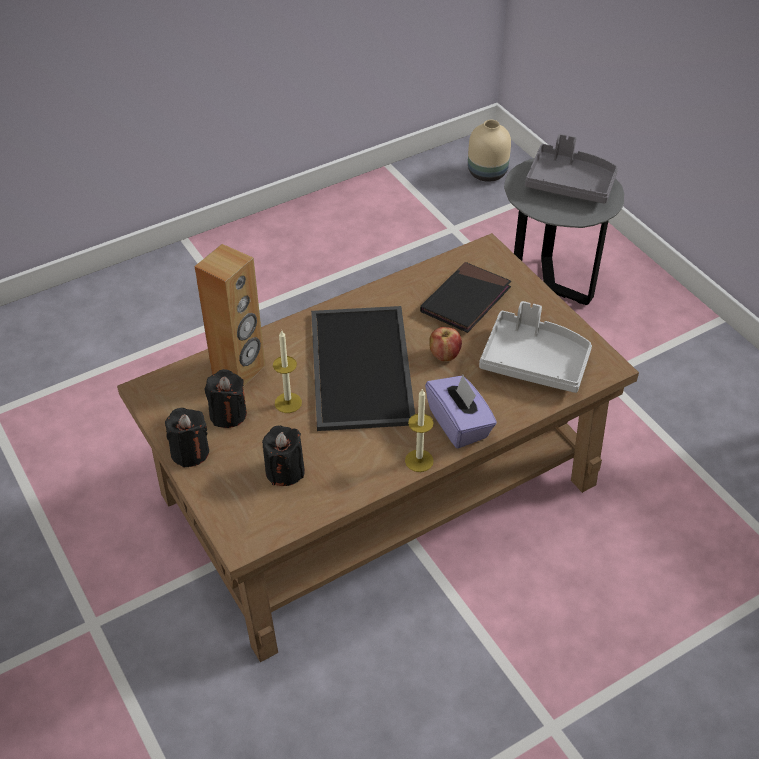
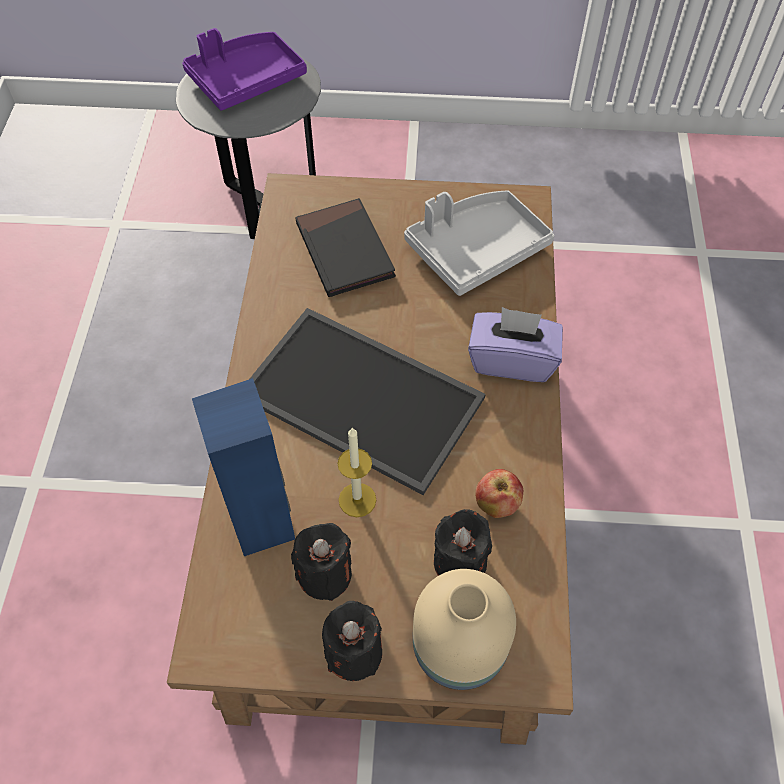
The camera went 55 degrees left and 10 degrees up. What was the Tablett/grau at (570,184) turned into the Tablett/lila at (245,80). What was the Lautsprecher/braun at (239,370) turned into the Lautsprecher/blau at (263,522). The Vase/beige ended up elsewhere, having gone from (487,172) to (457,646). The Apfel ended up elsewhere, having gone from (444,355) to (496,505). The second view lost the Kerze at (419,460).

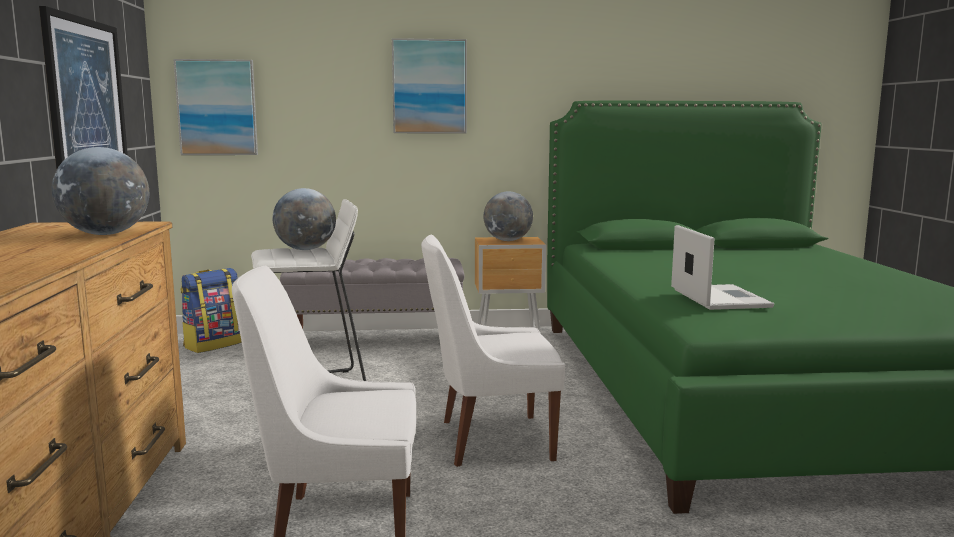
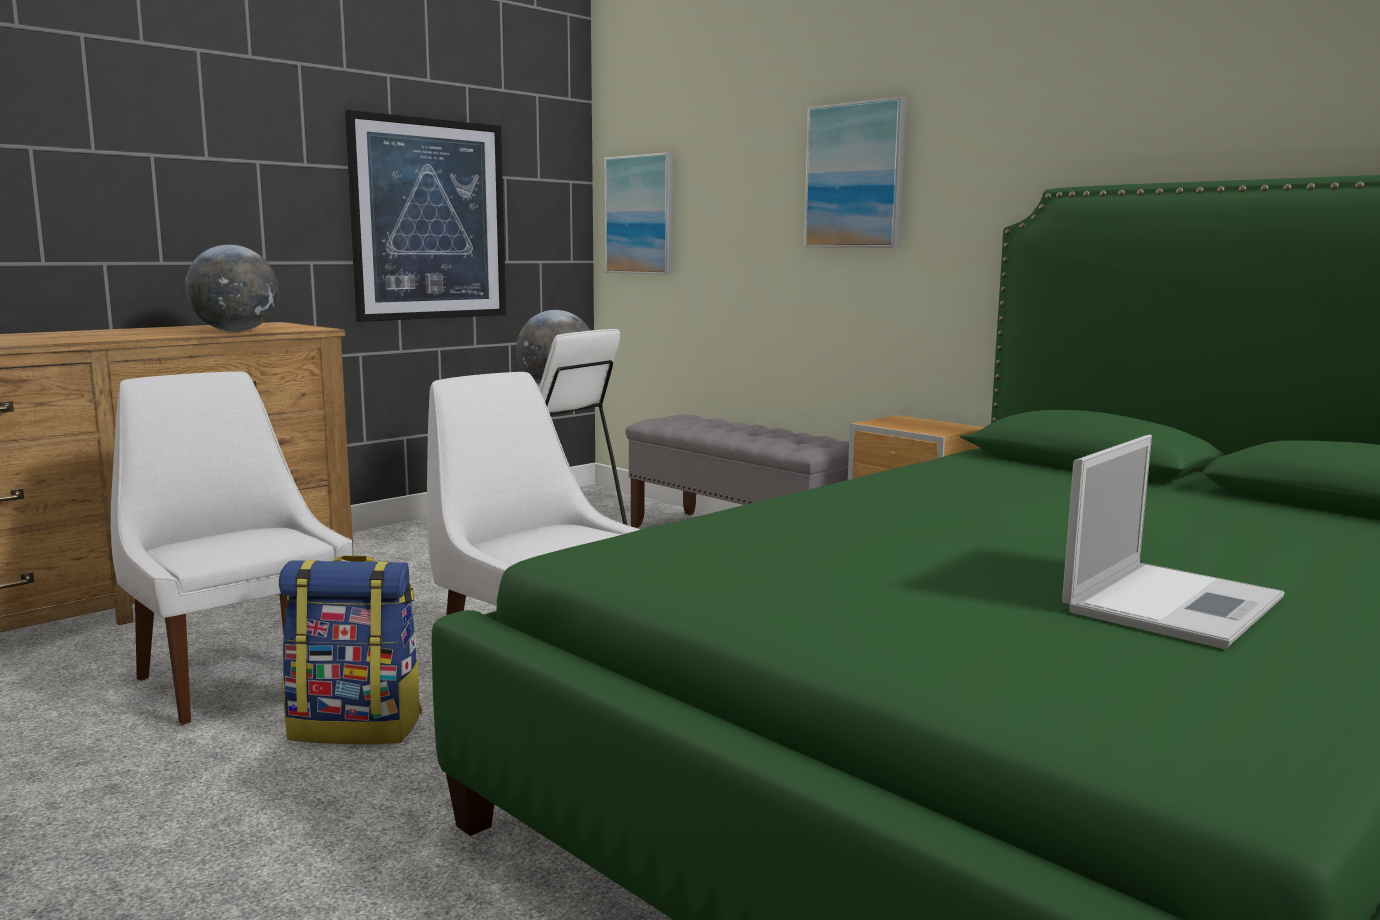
The camera went 50 degrees right and 0 degrees up. The Rucksack ended up elsewhere, having gone from (213,344) to (357,727). The Laptop ended up elsewhere, having gone from (718,298) to (1173,603). The second view lost the Globus at (507,240).

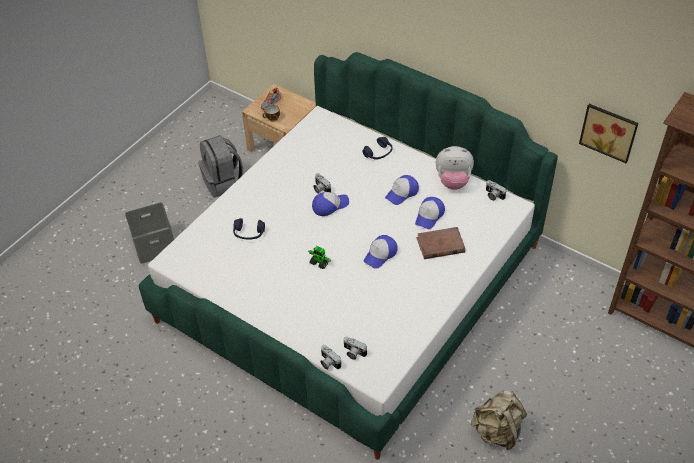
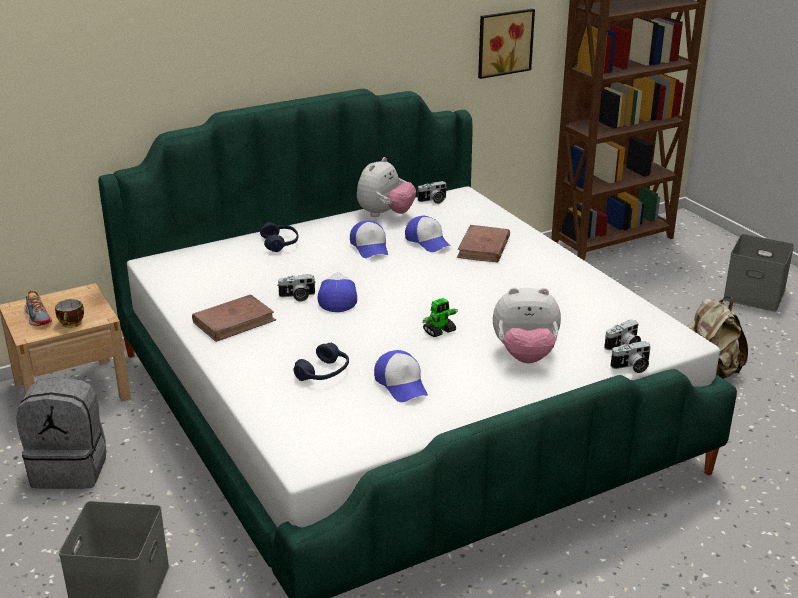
The camera went 65 degrees left and 20 degrees down. The second view gained the Buch/braun at (234,321). The Kappe ended up elsewhere, having gone from (380,254) to (401,384). The second view gained the Plüschtier at (525,356). The second view gained the Aufbewahrungsbox/grau at (755,294).

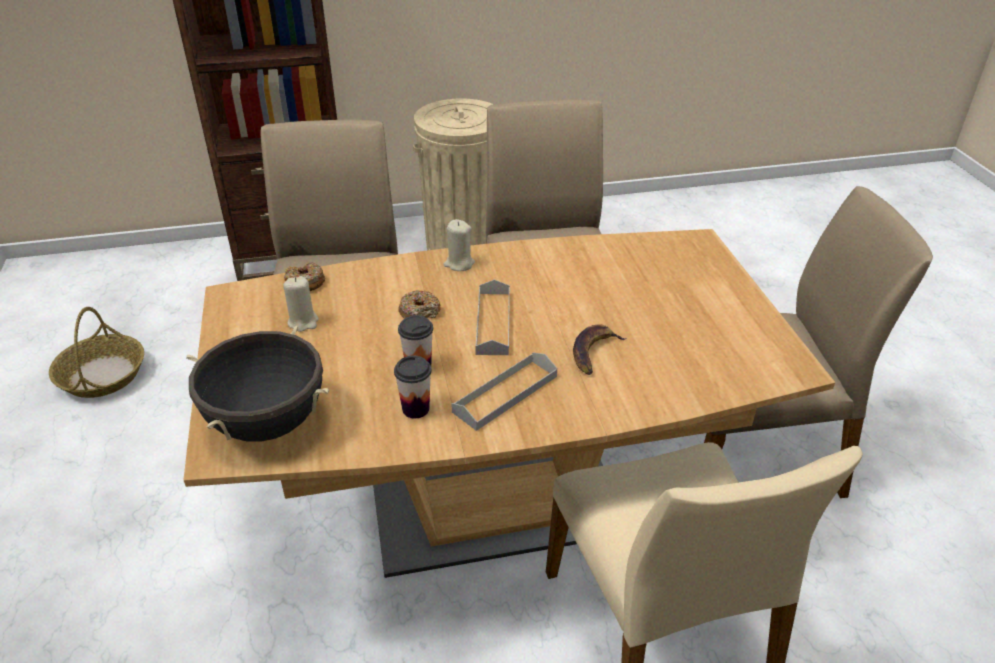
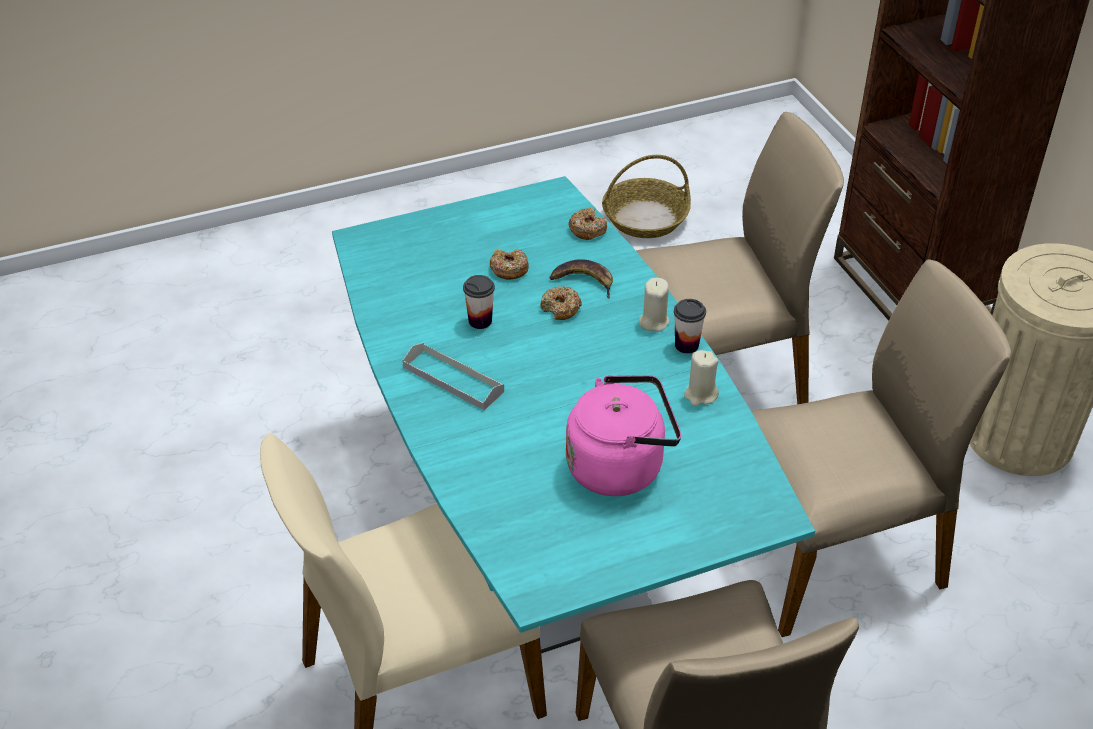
The camera went 80 degrees right and 5 degrees up. What was the Esstisch/braun at (497,509) turned into the Esstisch/türkis at (546,540). The second view gained the Donut at (509,269). The Banane ended up elsewhere, having gone from (594,352) to (584,281). The second view gained the Wasserkessel/rosa at (620,466). The Tasse ended up elsewhere, having gone from (415,409) to (686,345). The Kerze/beige ended up elsewhere, having gone from (303,322) to (700,395). The second view lost the Kochtopf/schwarz at (267,423). The second view lost the Tablett/grau at (493,322).

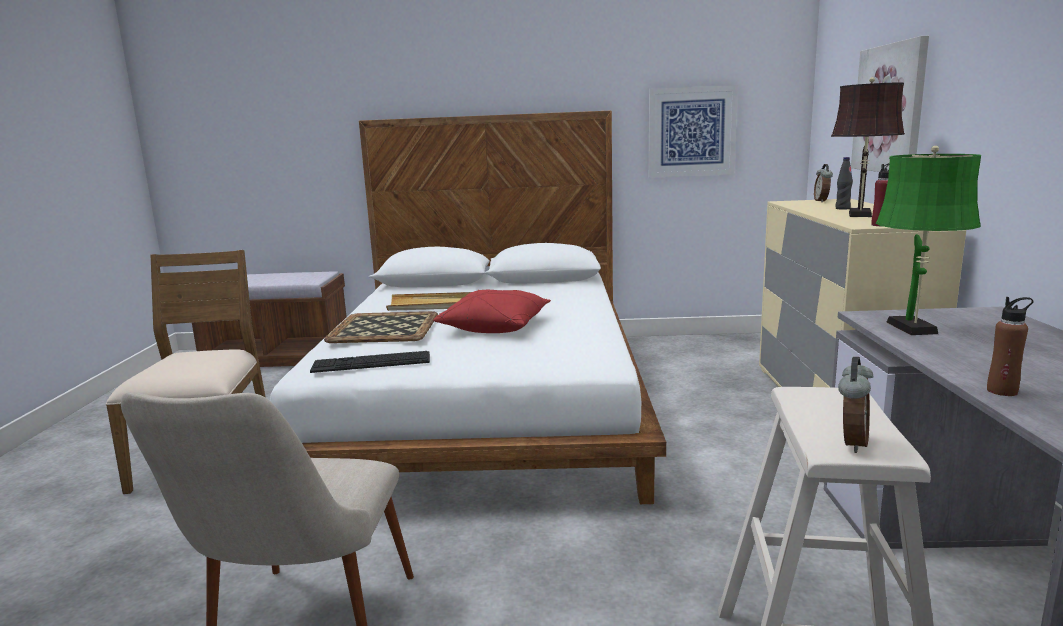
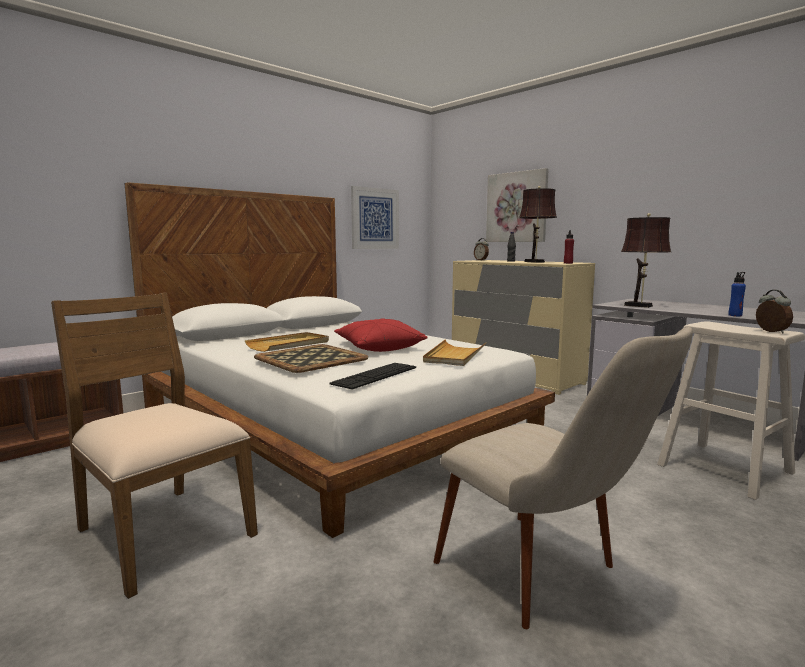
The camera went 45 degrees left and 5 degrees down. The second view gained the Tablett/beige at (454,356). What was the Tischlampe/grün at (914,329) turned into the Tischlampe/braun at (641,306). What was the Flasche/braun at (1002,391) turned into the Flasche/blau at (735,315).

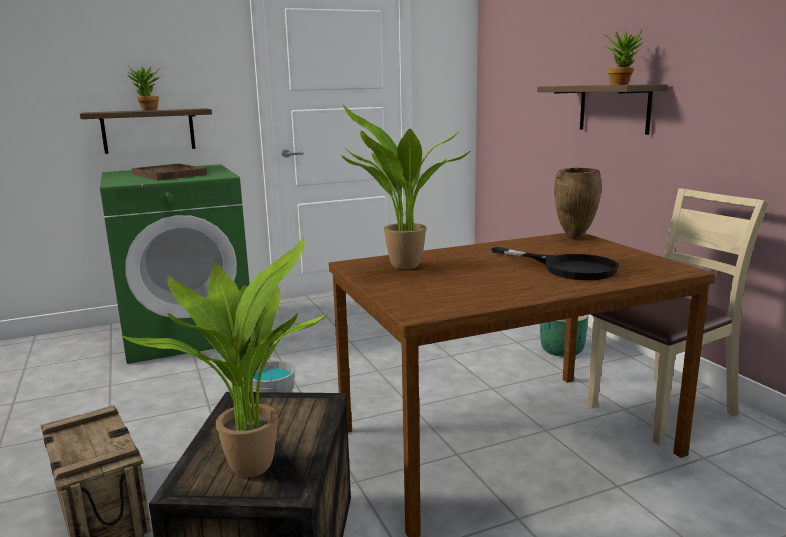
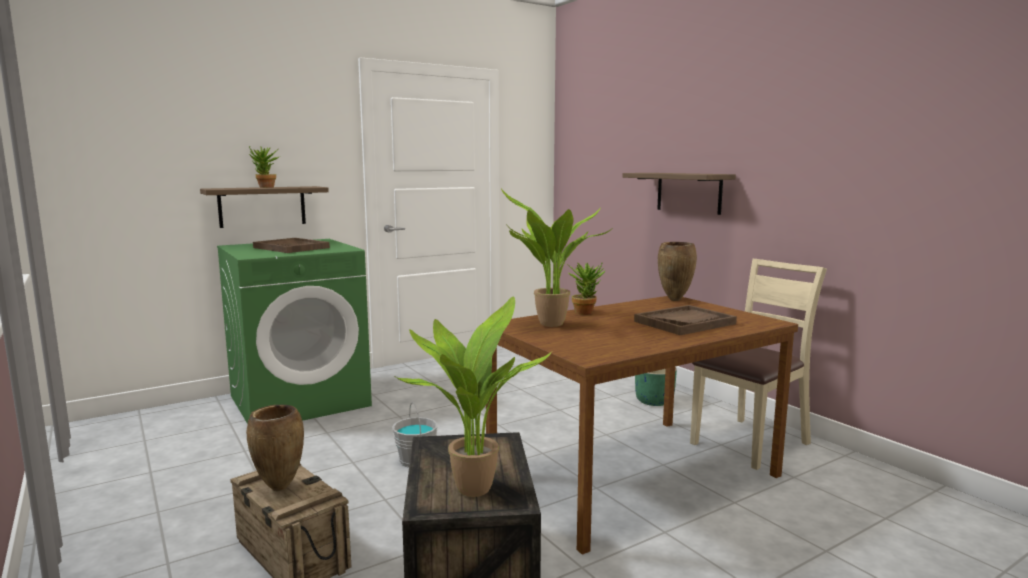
The camera went 10 degrees left and 5 degrees down. The second view gained the Vase/braun at (279,489). The Topfpflanze ended up elsewhere, having gone from (621,84) to (585,312). Where the Pfanne/schwarz stood at (567,268), the Tablett/braun came to stand at (684,322).

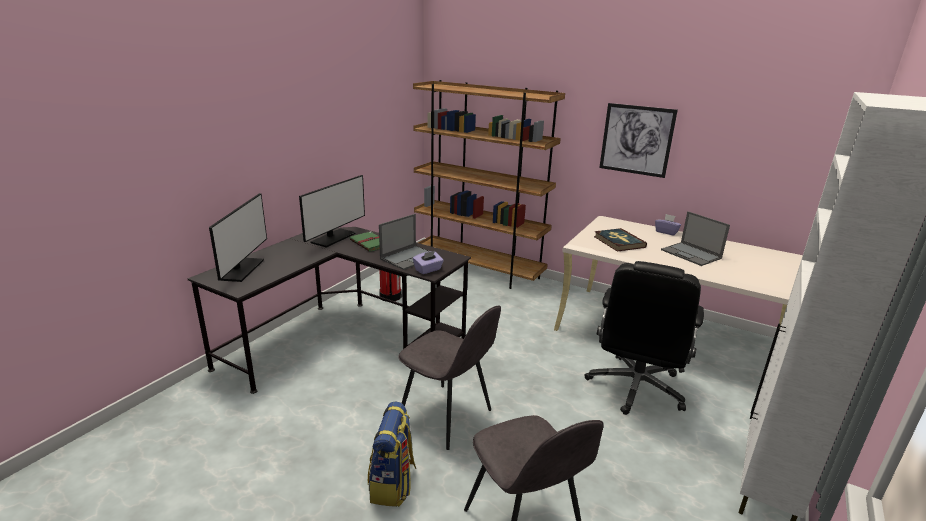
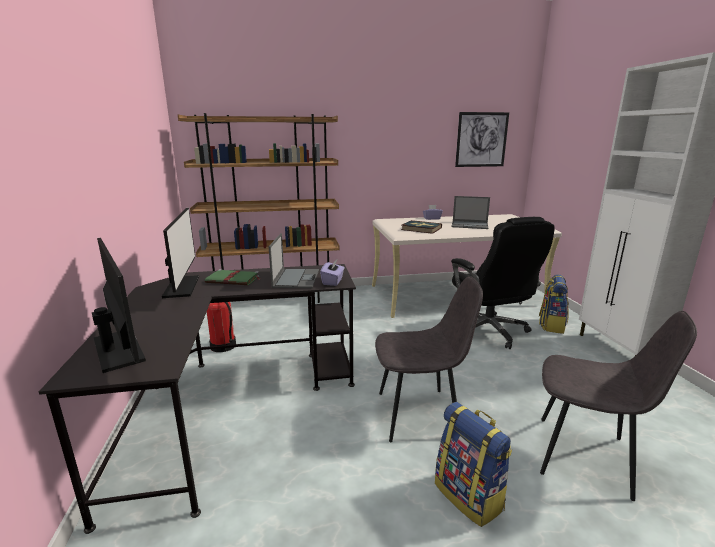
The camera went 40 degrees left and 5 degrees down. The Bild ended up elsewhere, having gone from (636,140) to (481,139). The second view gained the Rucksack at (551,325).

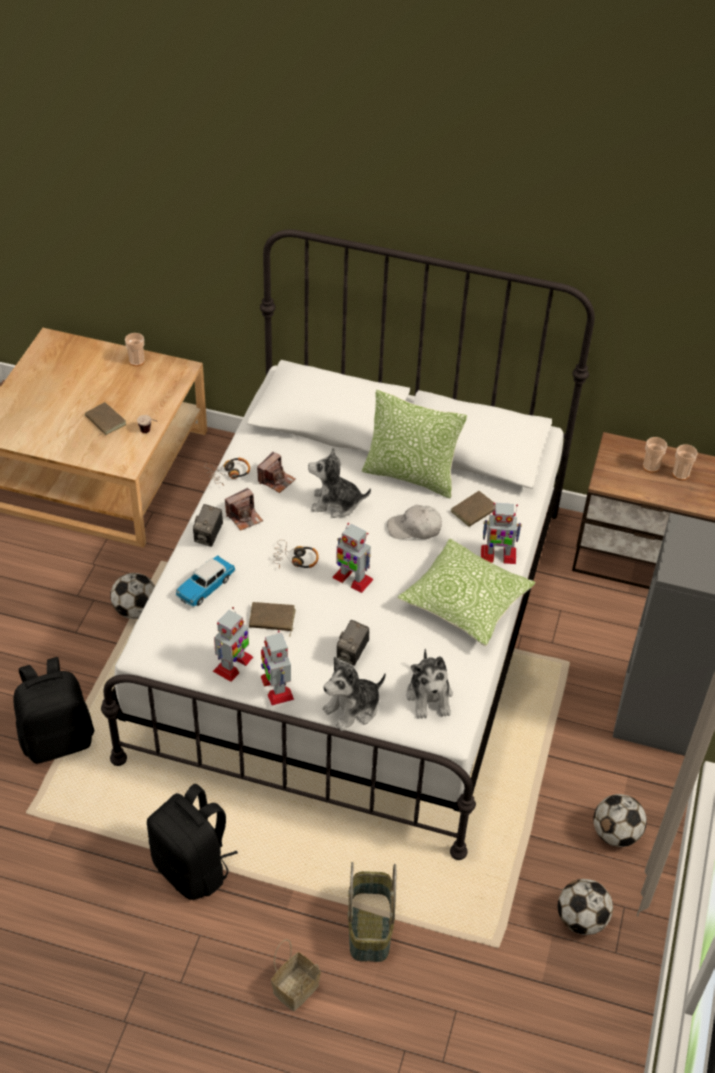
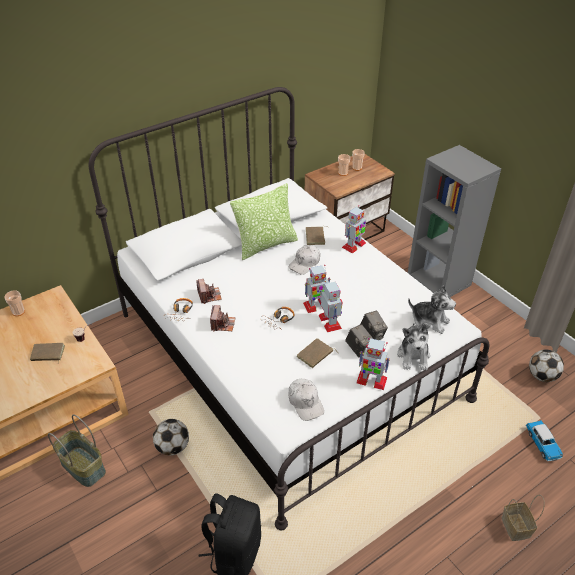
The camera went 50 degrees left and 5 degrees down. The Korb ended up elsewhere, having gone from (371,928) to (84,466). The second view gained the Kappe/weiß at (305,402). The Spielzeugroboter ended up elsewhere, having gone from (233,664) to (330,322). The Kamera ended up elsewhere, having gone from (208,536) to (359,349). The Spielzeugauto ended up elsewhere, having gone from (205,587) to (542,444). The second view lost the Rucksack/schwarz at (193,868). The second view lost the Plüschtier at (336,503). The second view lost the Kissen at (465,602). The second view lost the Fußball at (615,834).

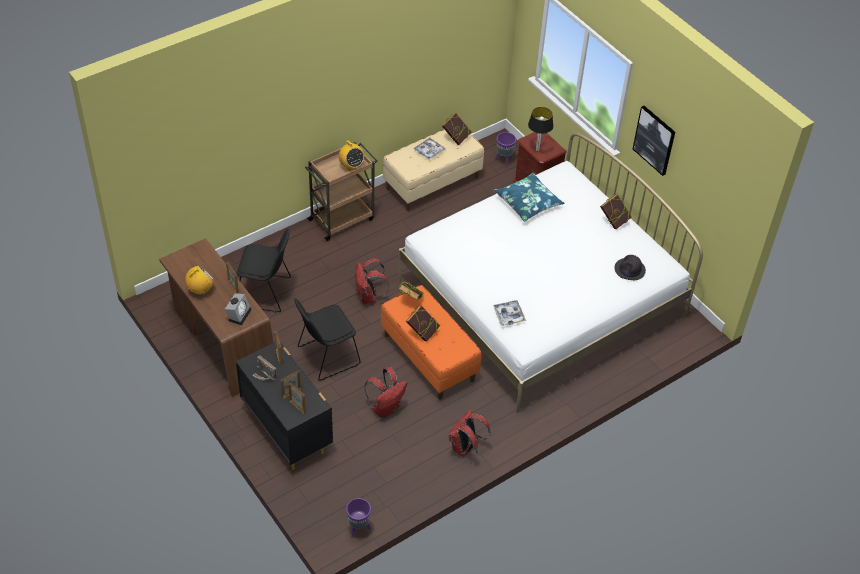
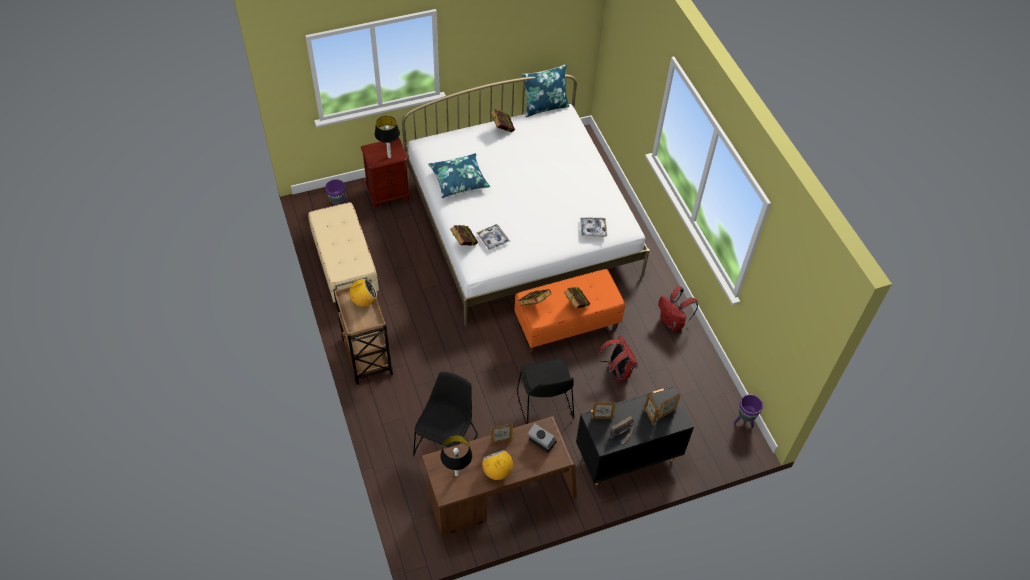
The camera went 75 degrees left and 5 degrees up. The second view gained the Tischlampe at (456,474). The Buch ended up elsewhere, having gone from (456,138) to (464,244). The Tablett ended up elsewhere, having gone from (429,151) to (493,239). The second view gained the Kissen/blau at (544,106). The second view lost the Rucksack/rot at (368,297). The second view lost the Hut/schwarz at (630,270). The second view lost the Bild at (654,140).

